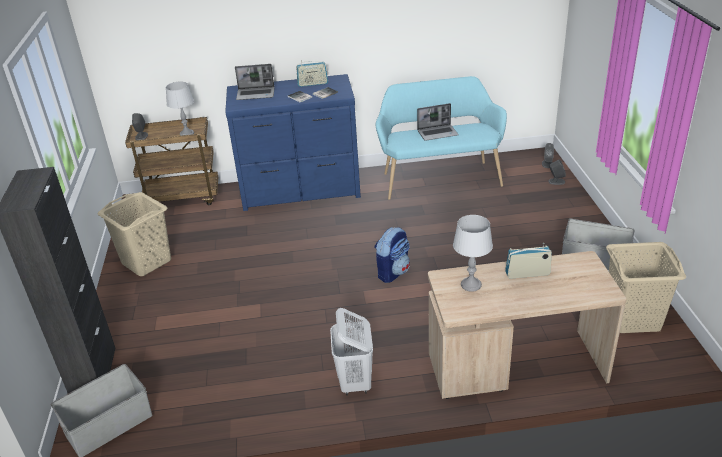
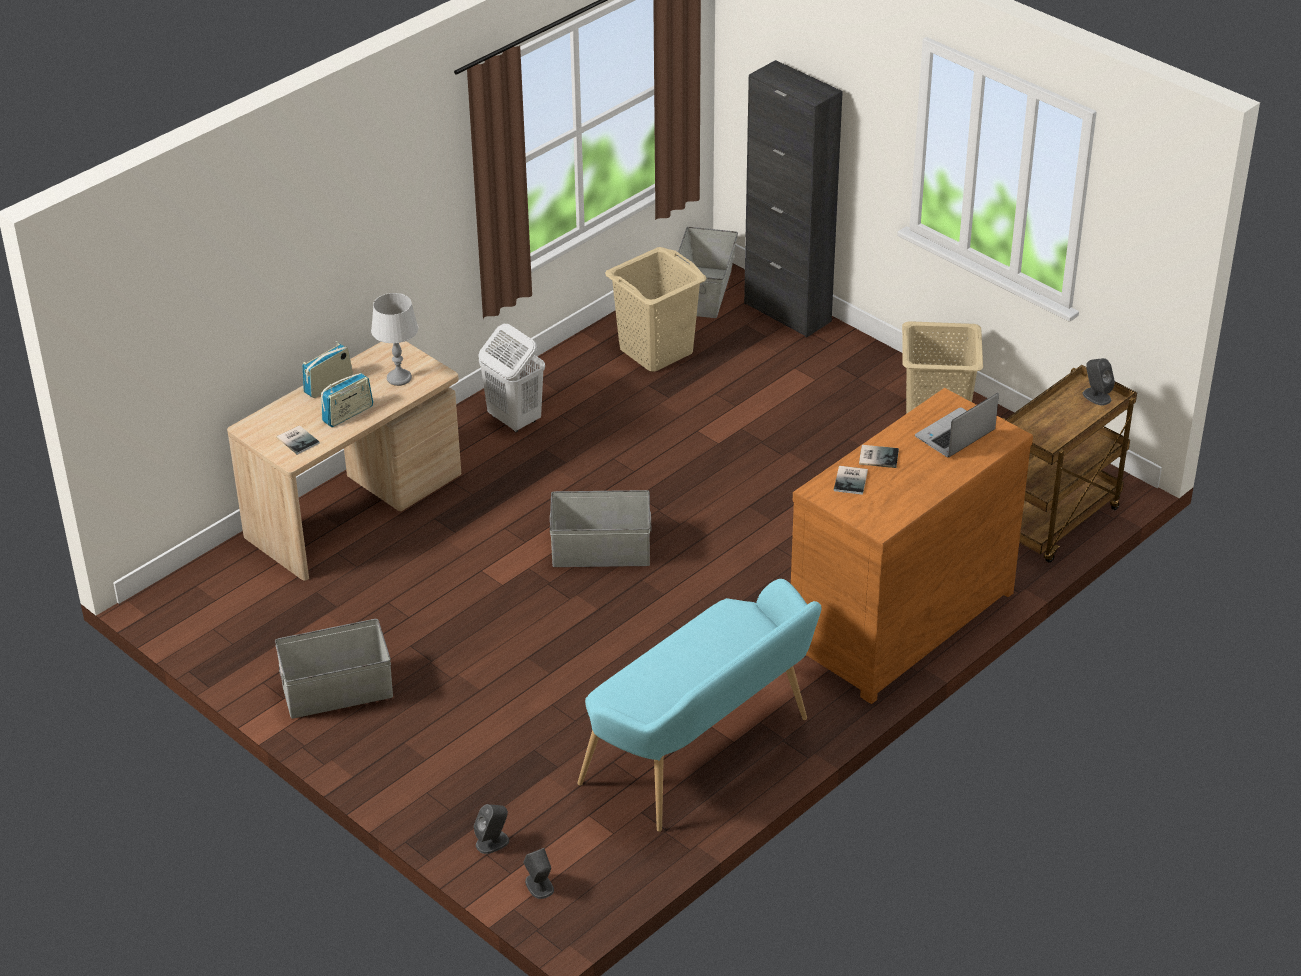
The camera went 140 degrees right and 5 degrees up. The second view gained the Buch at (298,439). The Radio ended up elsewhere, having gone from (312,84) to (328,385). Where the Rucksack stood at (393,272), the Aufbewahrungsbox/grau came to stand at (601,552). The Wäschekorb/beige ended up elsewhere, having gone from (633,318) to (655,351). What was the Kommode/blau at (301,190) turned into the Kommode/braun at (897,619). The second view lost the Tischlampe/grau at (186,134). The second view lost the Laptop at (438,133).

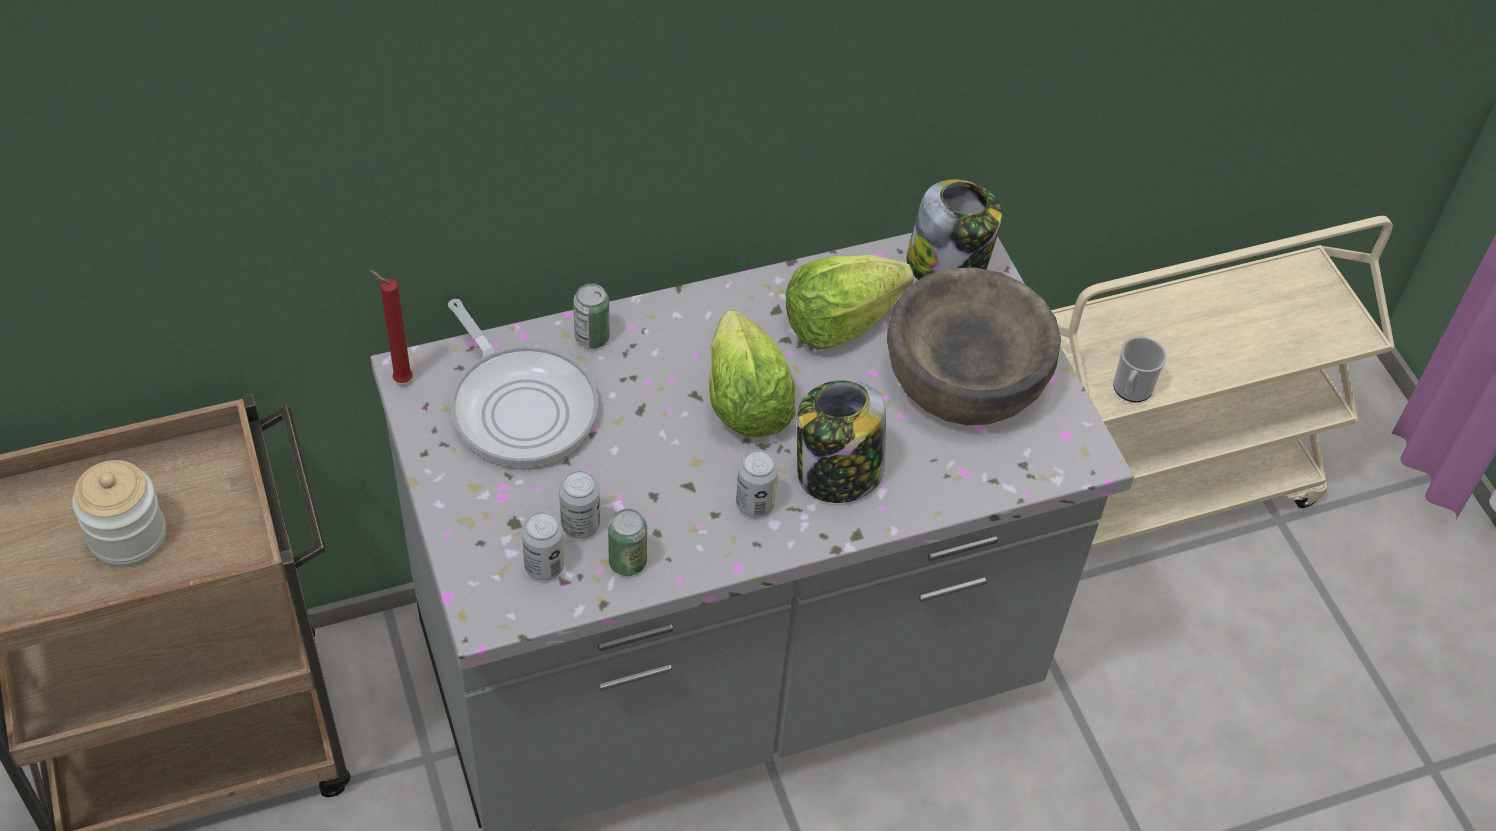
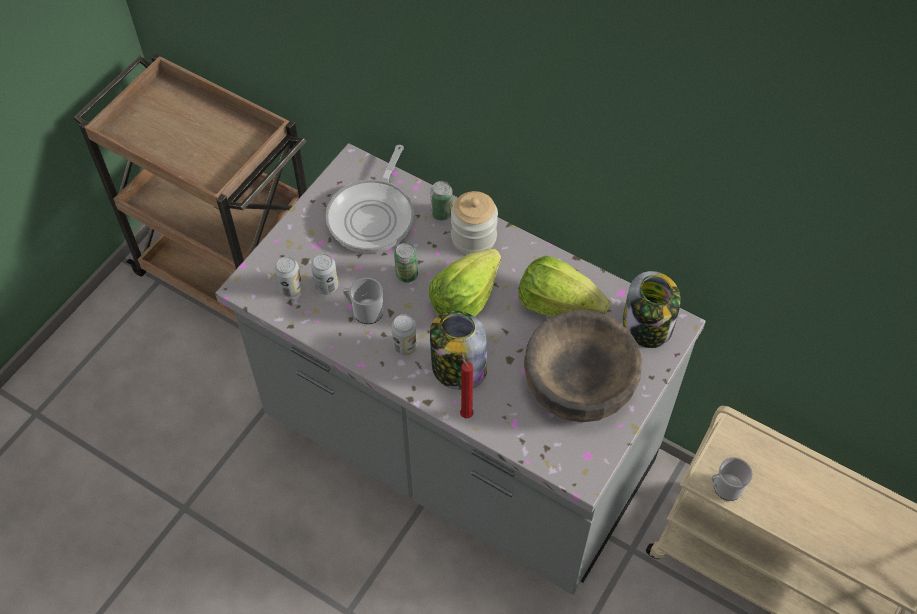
The camera went 55 degrees right and 5 degrees up. The second view gained the Henkelbecher at (364,311). The Dose ended up elsewhere, having gone from (627,562) to (407,275). The Vorratsglas ended up elsewhere, having gone from (128,536) to (473,238). The Kerze/rot ended up elsewhere, having gone from (400,379) to (465,413).

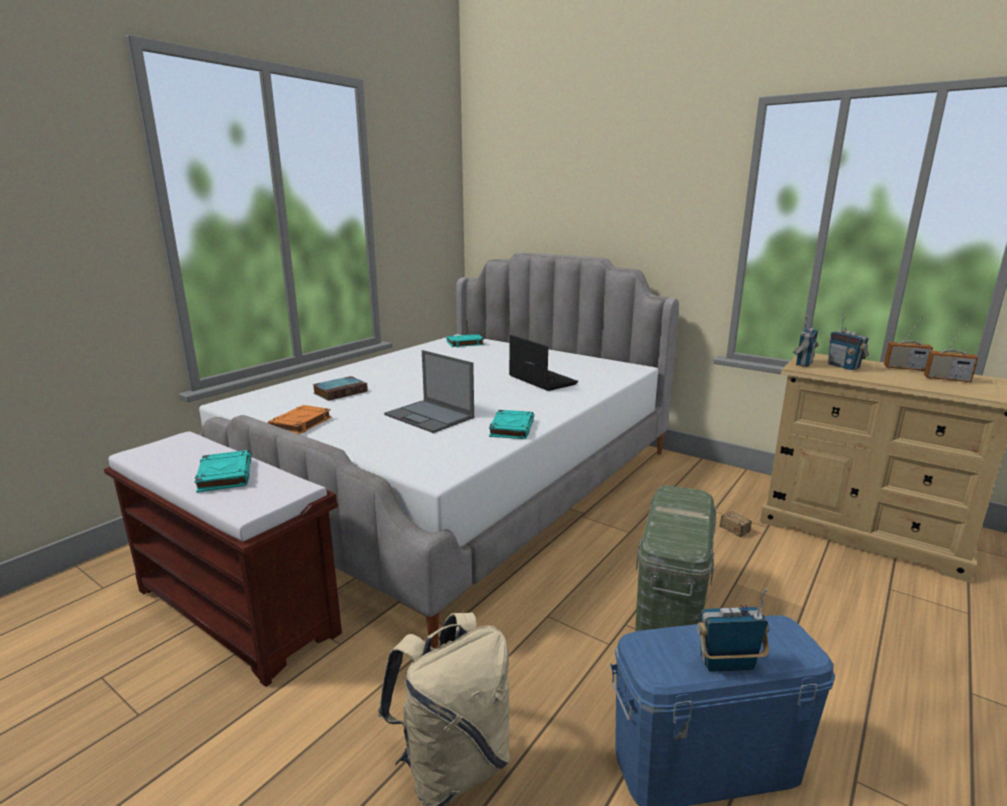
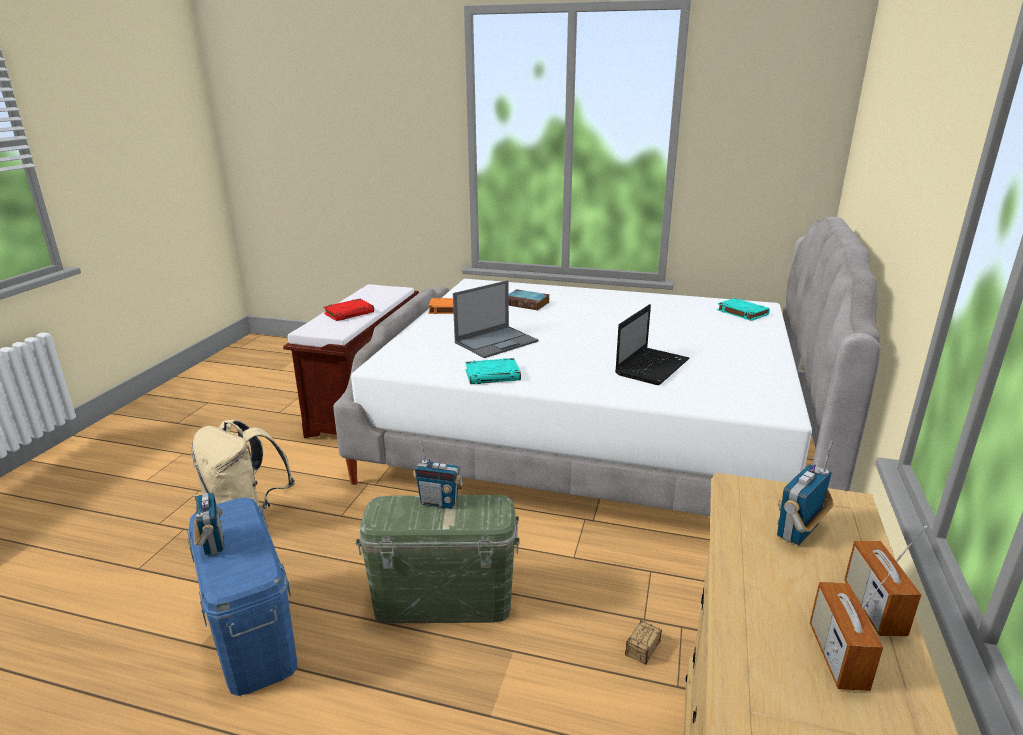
The camera went 70 degrees right and 5 degrees up. What was the Buch/türkis at (225,475) turned into the Buch/rot at (349,313). The Radio ended up elsewhere, having gone from (803,363) to (439,502). The Laptop at (430,416) ended up facing another way, 150 degrees counterclockwise from before.

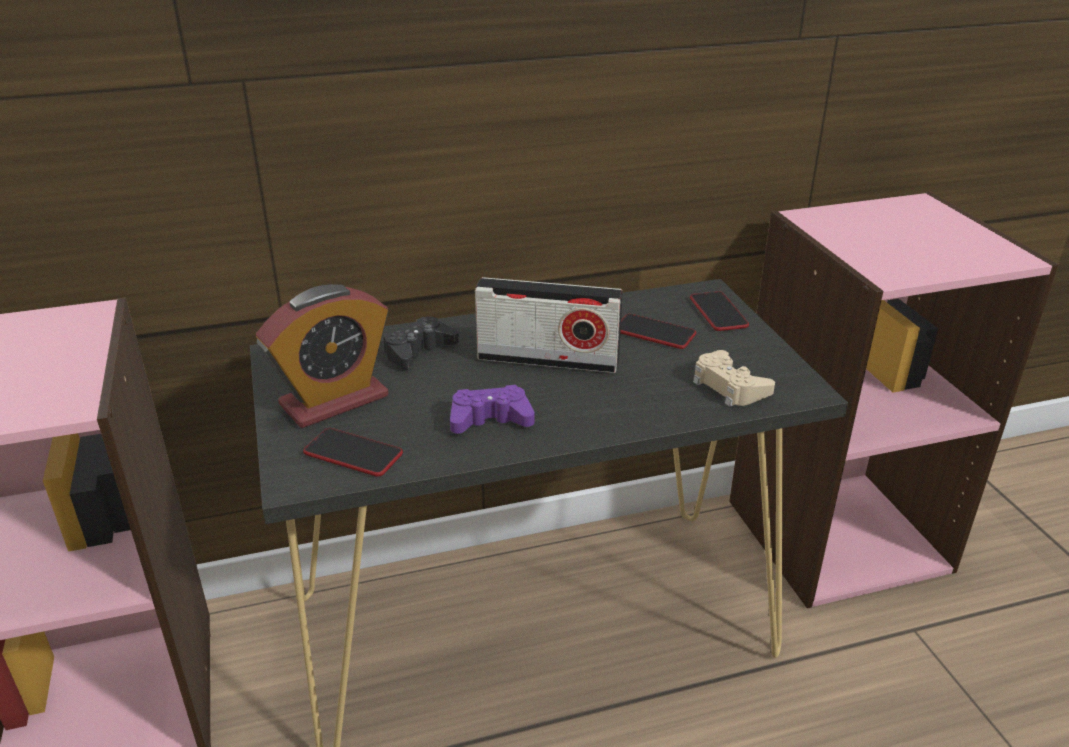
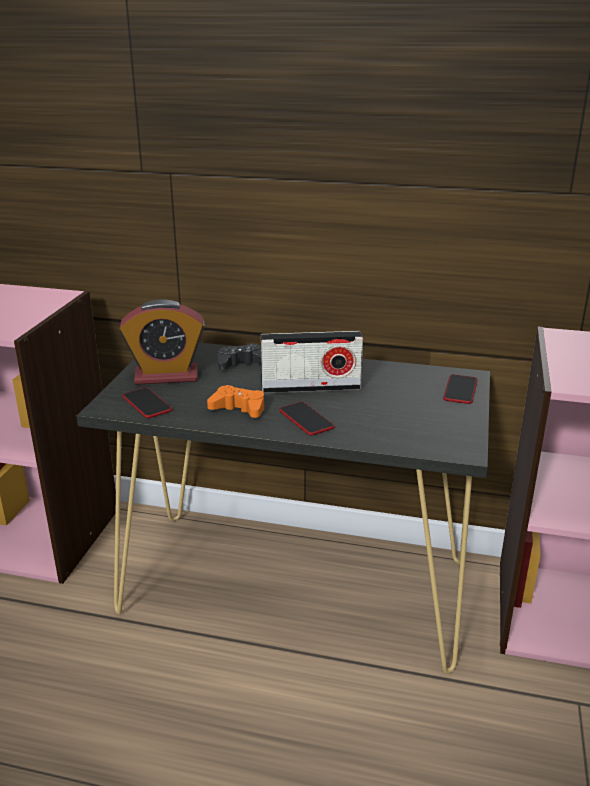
The camera went 30 degrees right and 5 degrees down. What was the Gamepad/lila at (490,419) turned into the Gamepad/orange at (239,408). The Radio at (548,360) ended up facing another way, 45 degrees counterclockwise from before. The Handy ended up elsewhere, having gone from (654,333) to (306,419). The second view lost the Gamepad/beige at (729,386).

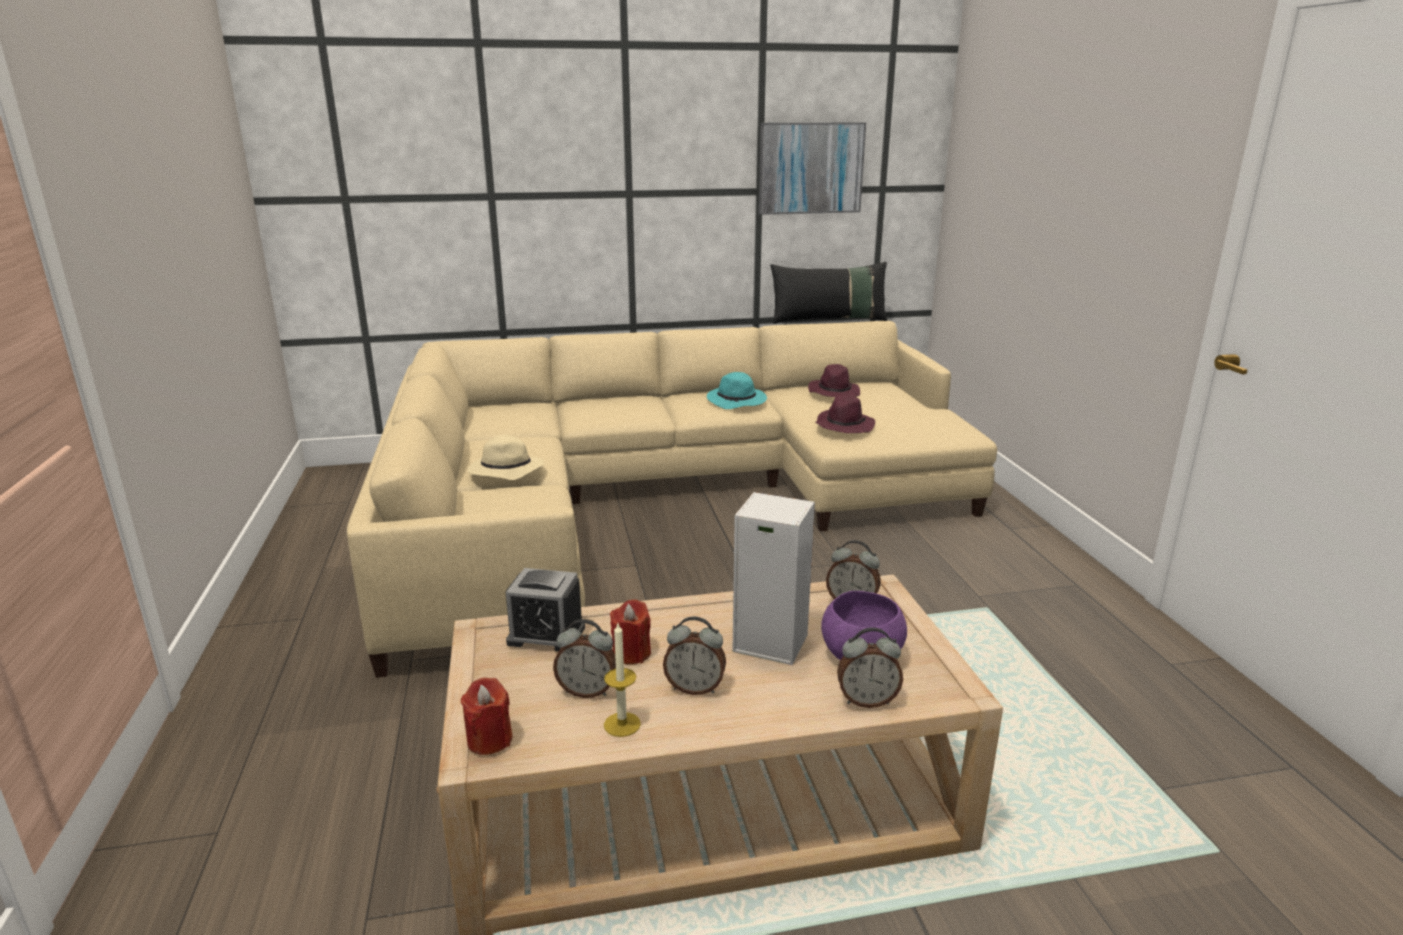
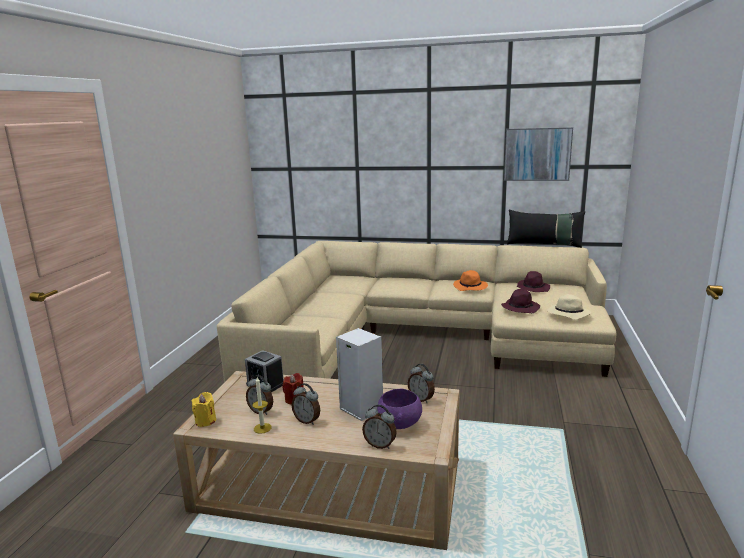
The camera went 25 degrees right and 5 degrees down. What was the Kerze/rot at (489,740) turned into the Kerze/gelb at (205,421). What was the Hut/türkis at (737,401) turned into the Hut/orange at (470,287). The Hut/beige ended up elsewhere, having gone from (505,471) to (567,314).

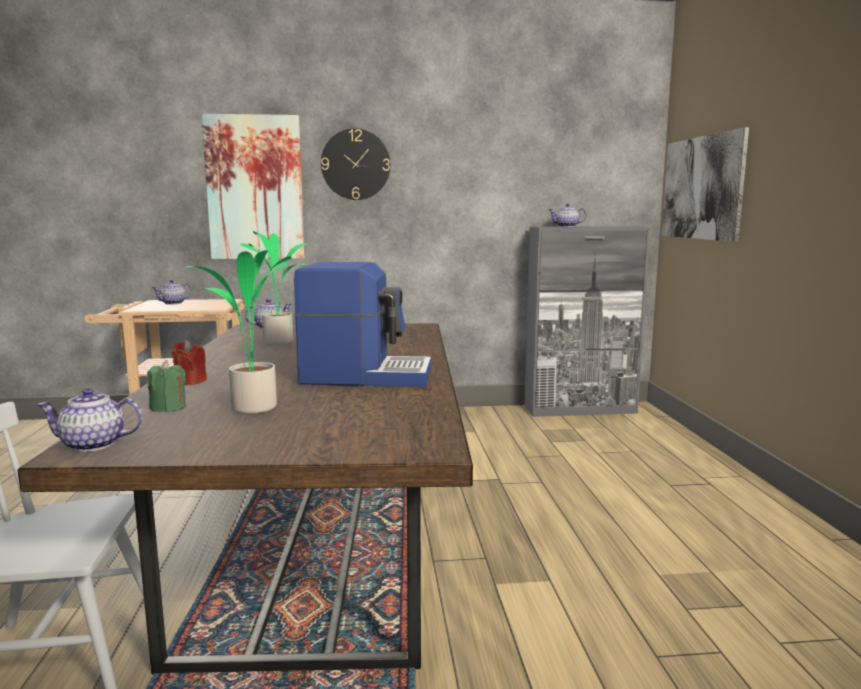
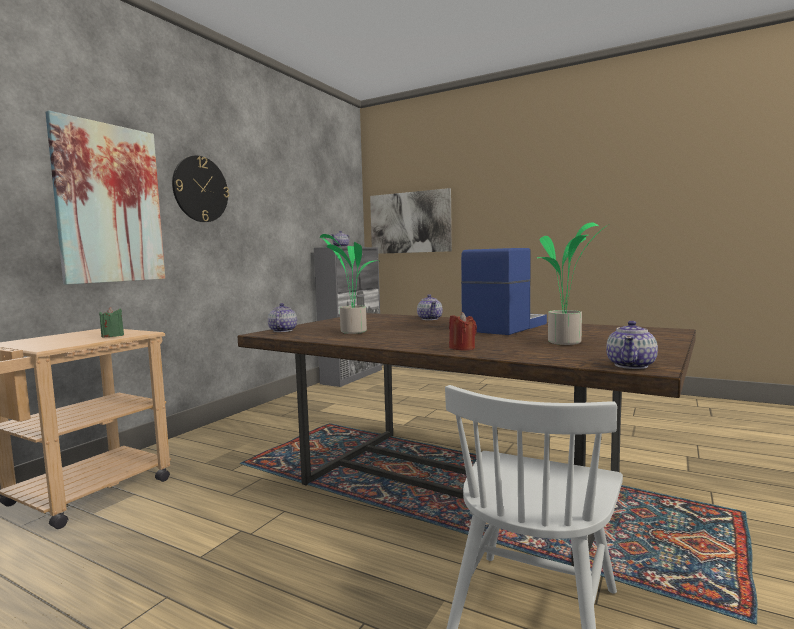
The camera went 55 degrees left and 5 degrees down. The Kerze/grün ended up elsewhere, having gone from (168,408) to (112,336). The Teekanne ended up elsewhere, having gone from (173,303) to (430,319).

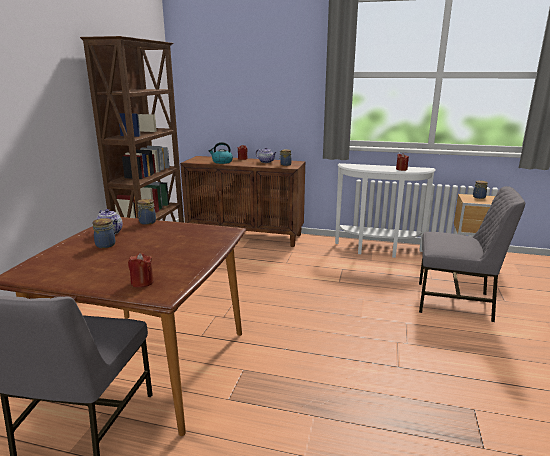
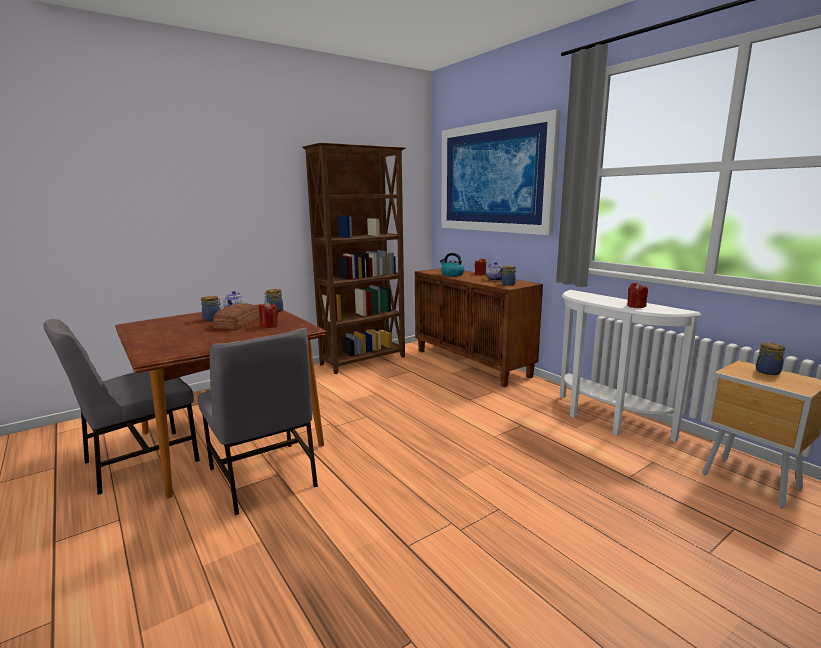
The camera went 40 degrees right and 5 degrees down. The Stuhl/grau ended up elsewhere, having gone from (455,302) to (264,477). The second view gained the Brot at (236,323). The Kerze/rot ended up elsewhere, having gone from (142,282) to (269,325). The second view gained the Bild at (494,177).

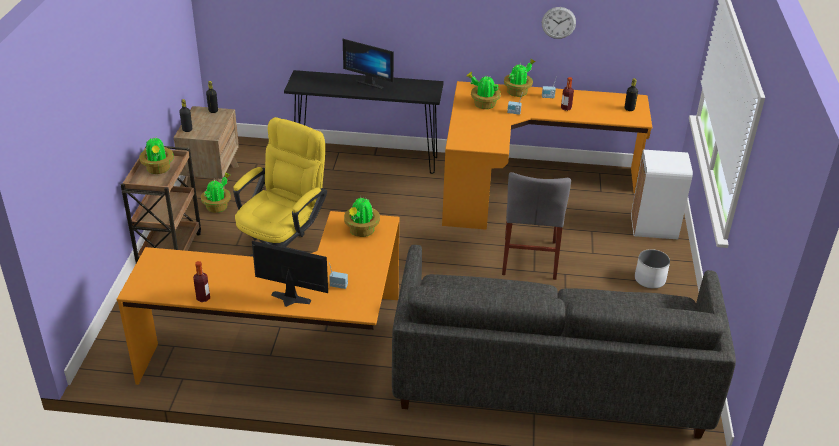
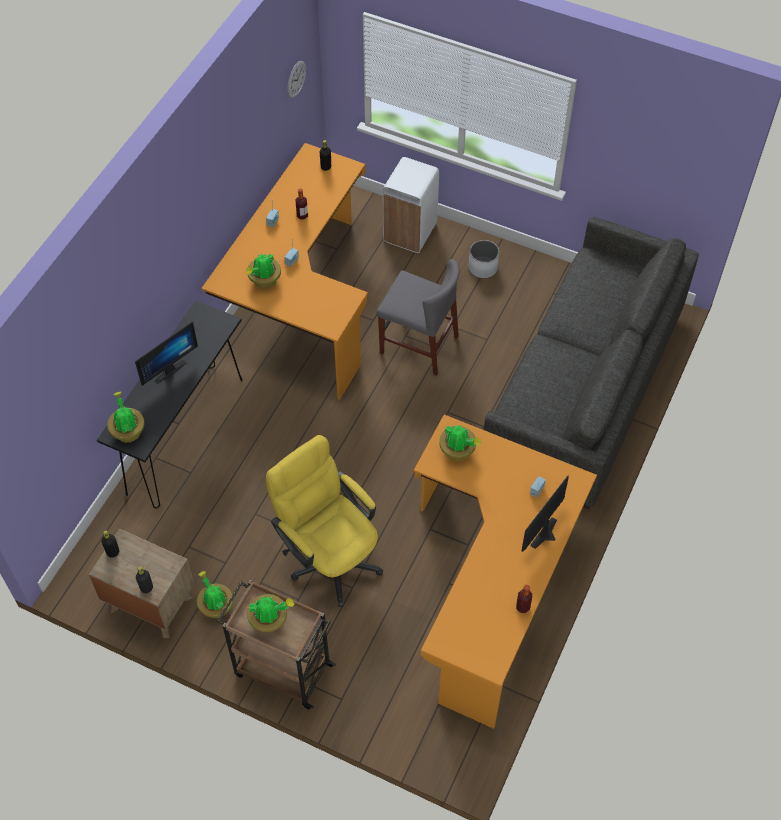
The camera went 70 degrees left and 20 degrees up. The Topfpflanze ended up elsewhere, having gone from (518,92) to (128,431). The Wanduhr ended up elsewhere, having gone from (558,22) to (296,79).

